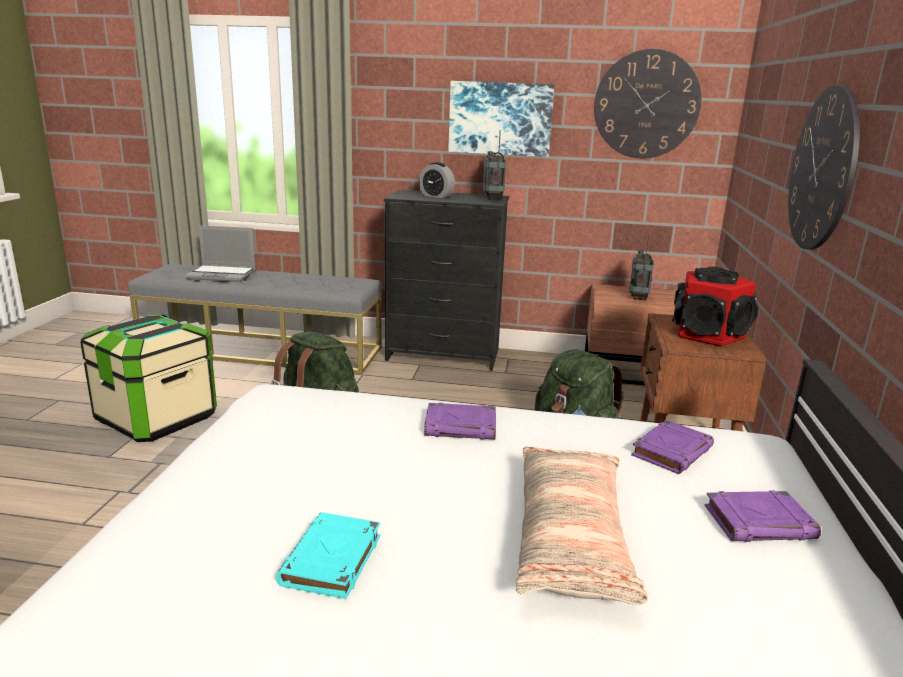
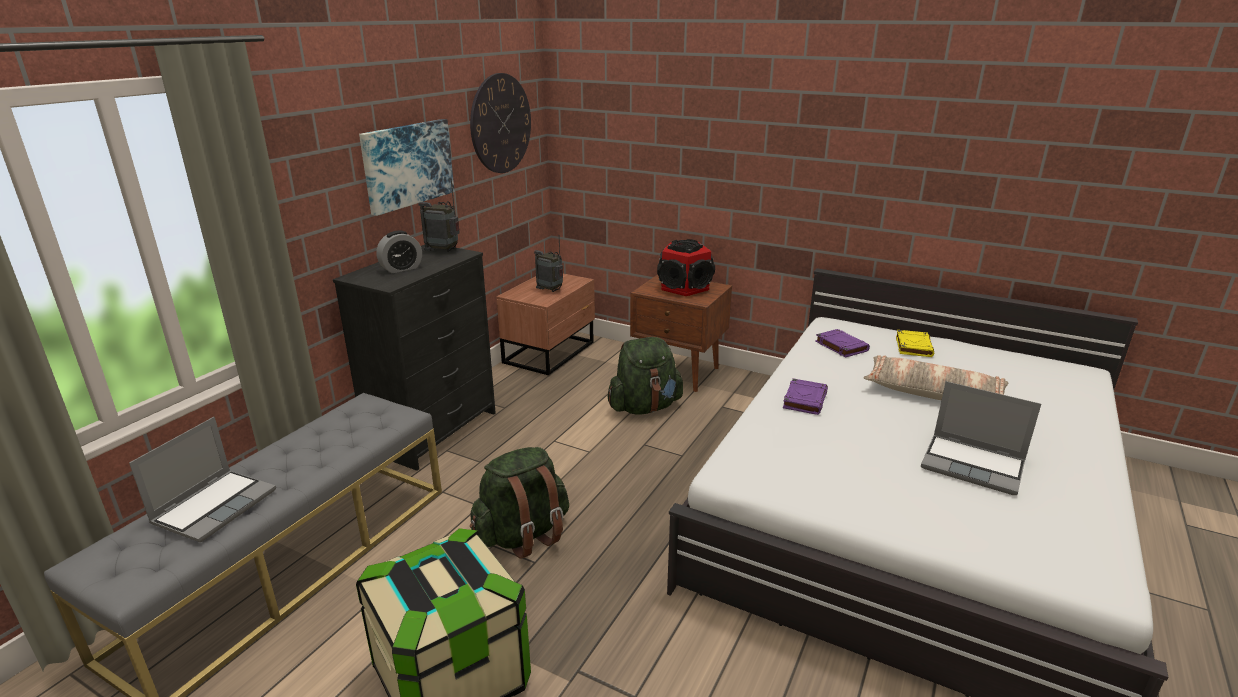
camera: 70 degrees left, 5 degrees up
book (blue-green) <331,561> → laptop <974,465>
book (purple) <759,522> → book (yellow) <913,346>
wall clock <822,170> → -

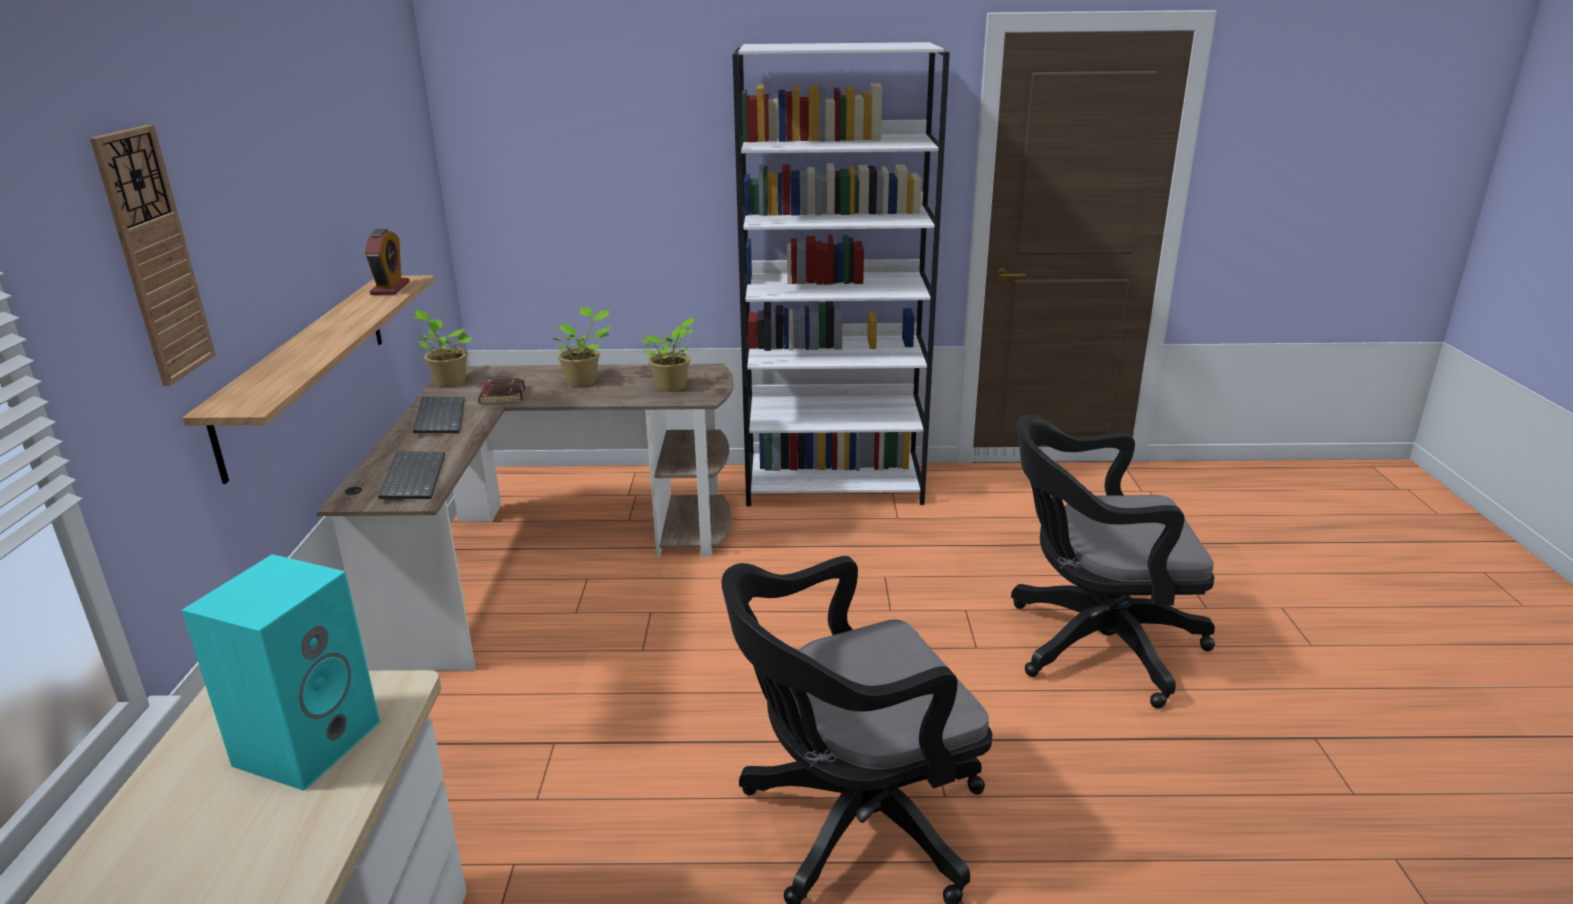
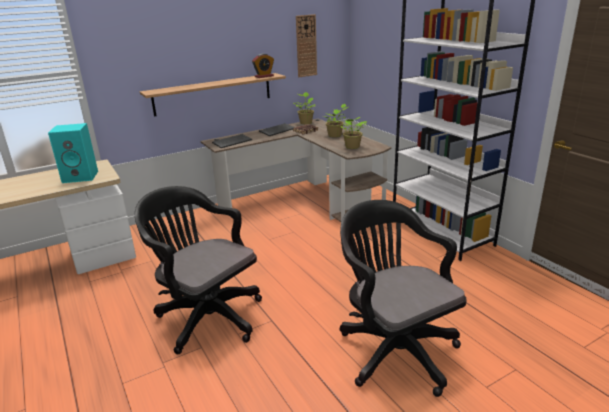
camera: 60 degrees right, 0 degrees up
wall clock <154,256> → wall clock <306,46>, move

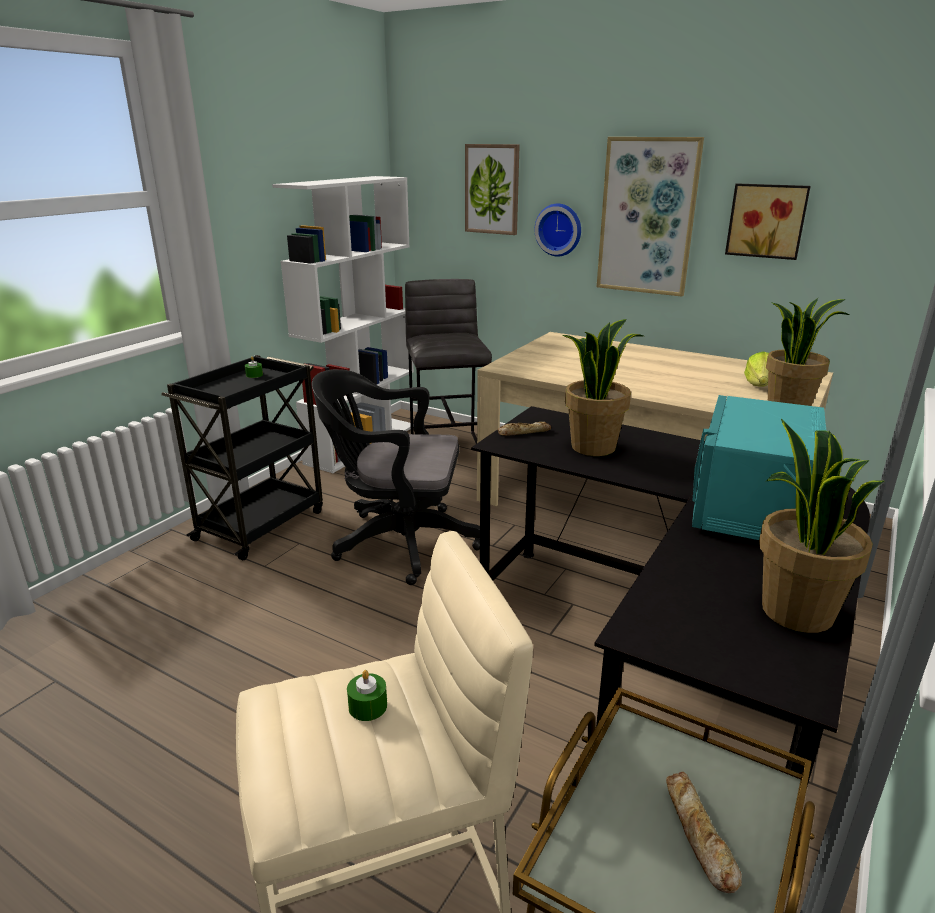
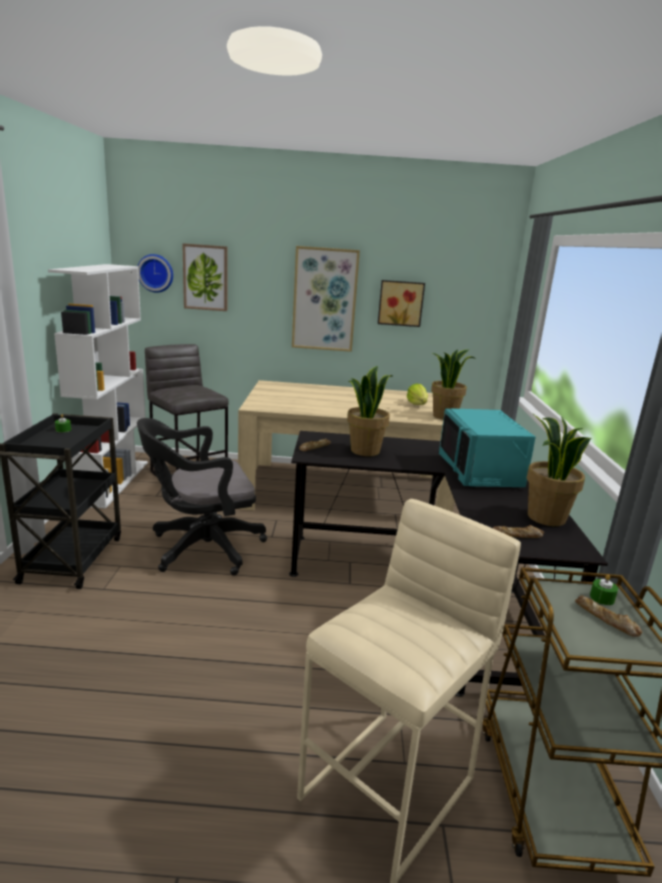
camera: 30 degrees left, 5 degrees down
wax light (greenish) <368,706> → wax light (greenish) <602,598>, move
wall clock <559,229> → wall clock <156,273>, move
- → baked bread <517,535>

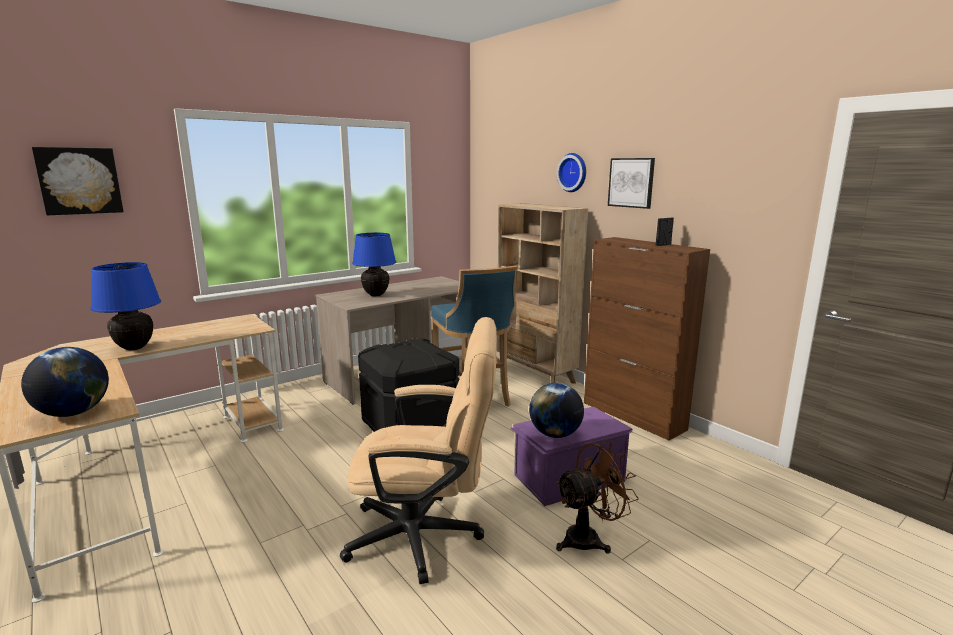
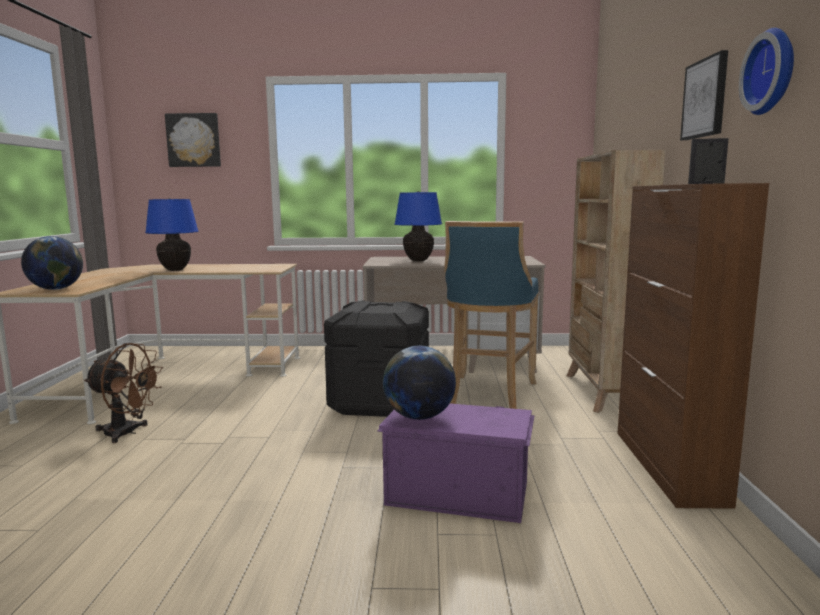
camera: 40 degrees right, 5 degrees down
computer chair (beige) <426,536> → -
fan (brownish) <589,538> → fan (brownish) <127,433>, move
wall clock <573,172> → wall clock <773,72>, move

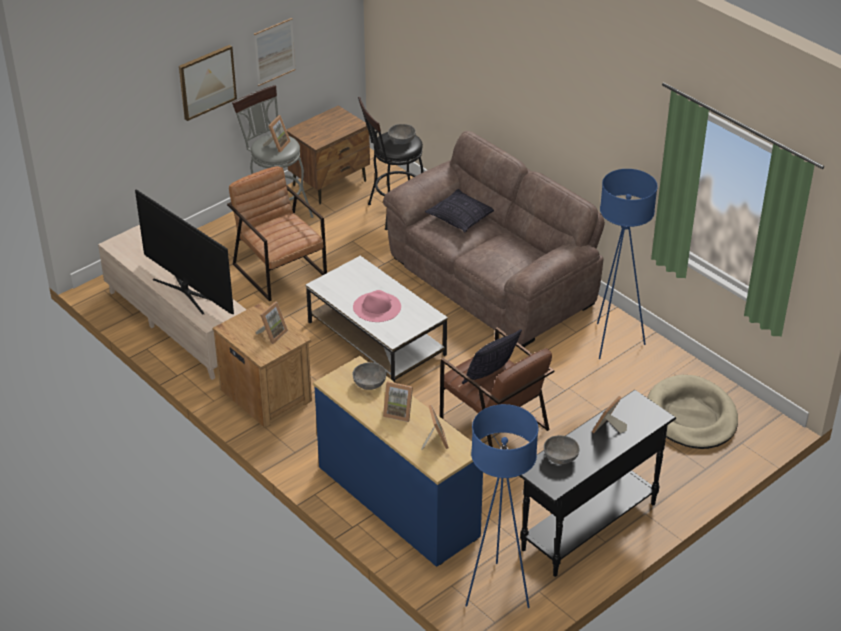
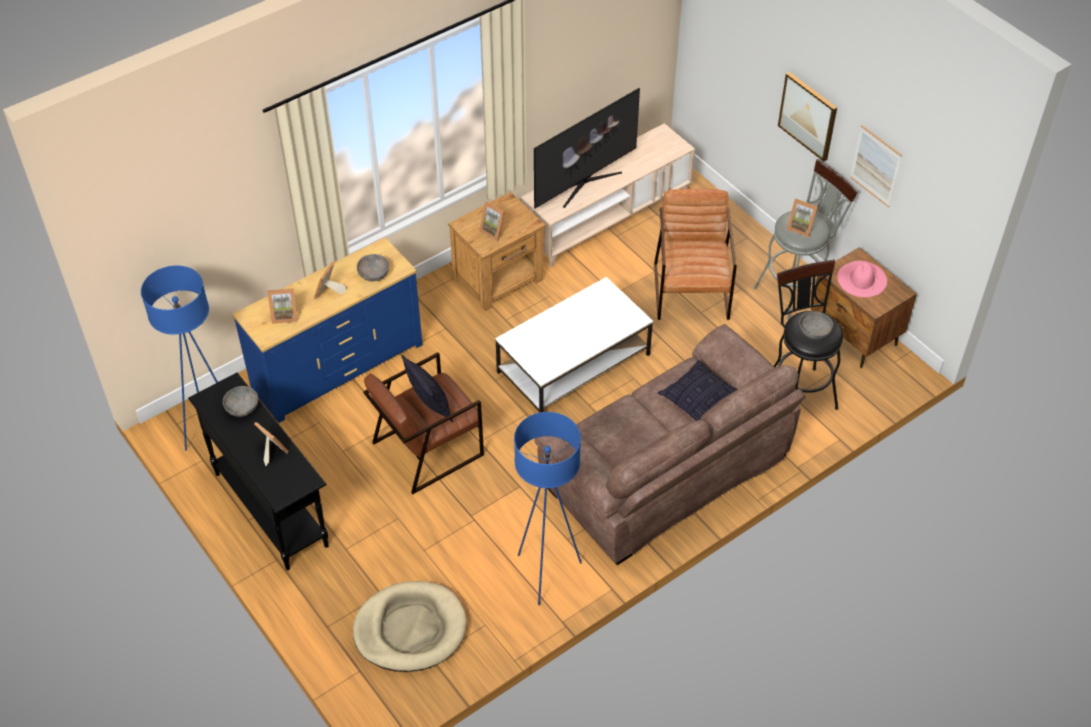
camera: 95 degrees right, 10 degrees up
armchair (brownish) <280,270> → armchair (brownish) <691,291>, 60 degrees counterclockwise
hat (pinkish) <377,307> → hat (pinkish) <862,279>, move

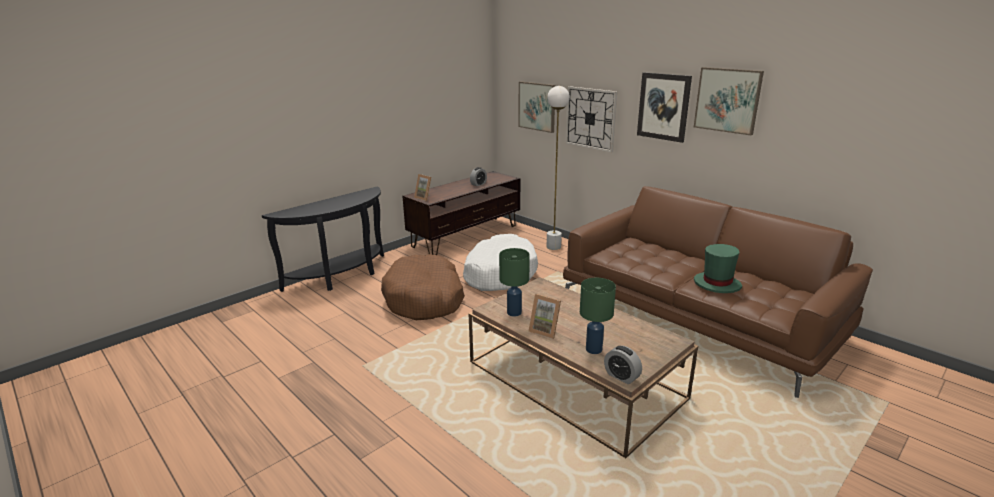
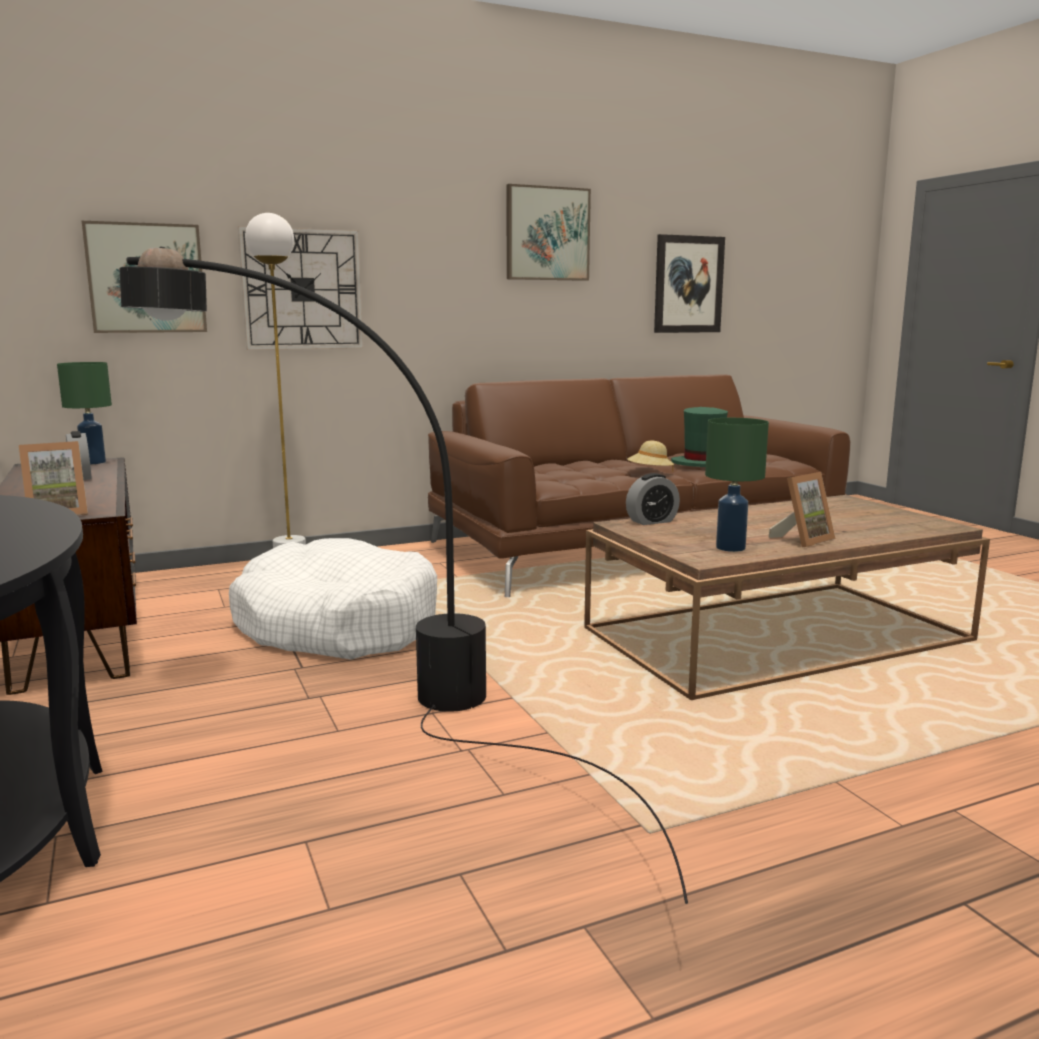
camera: 70 degrees left, 10 degrees down
dog cushion (brownish) <424,299> → standing lamp (black-coloured) <362,713>
table lamp (greenish) <593,349> → table lamp (greenish) <93,462>, move
bedside clock <621,376> → bedside clock <652,521>, move
wall art <663,106> → wall art <688,284>, move
- → hat (beige) <649,473>

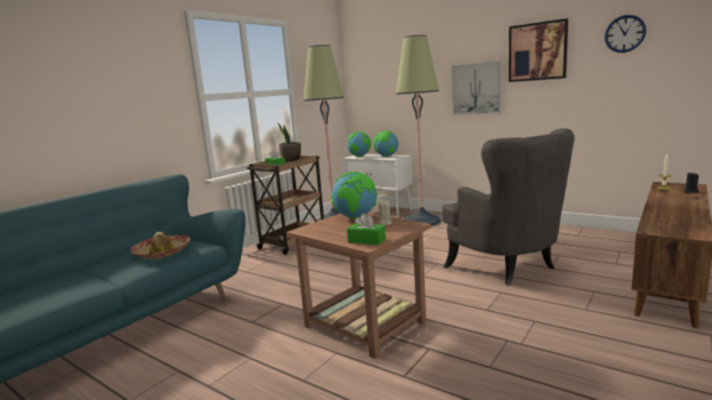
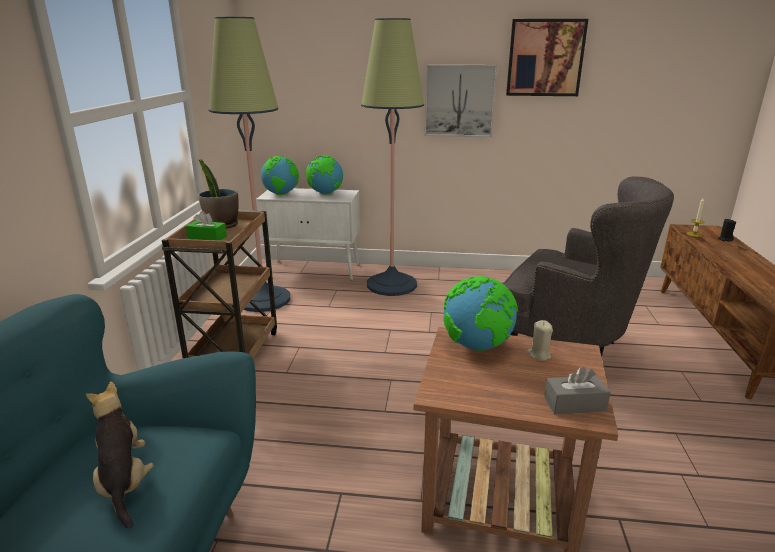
camera: 30 degrees left, 10 degrees up
hat <162,252> → cuddly toy <124,482>
tissue holder (greenish) <366,241> → tissue holder (grey) <574,404>
wall clock <624,33> → -

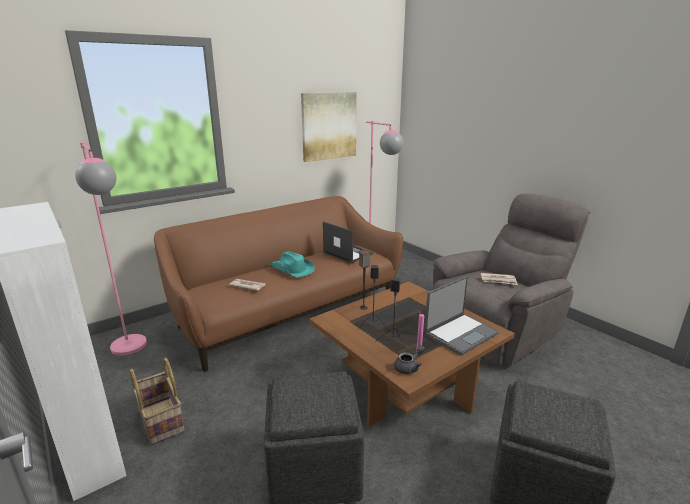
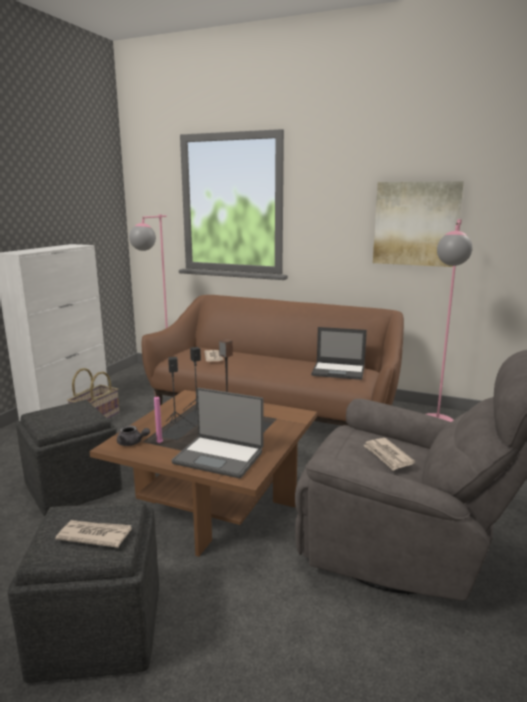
camera: 60 degrees right, 5 degrees down
hat (blue-green) <292,269> → -
laptop <347,253> → laptop <339,371>, 90 degrees clockwise
- → newspaper <94,535>

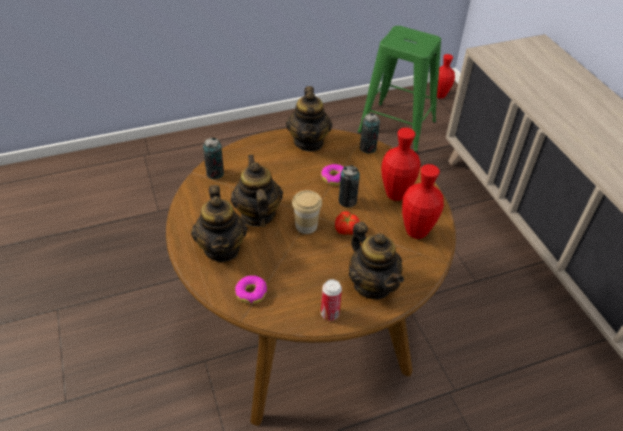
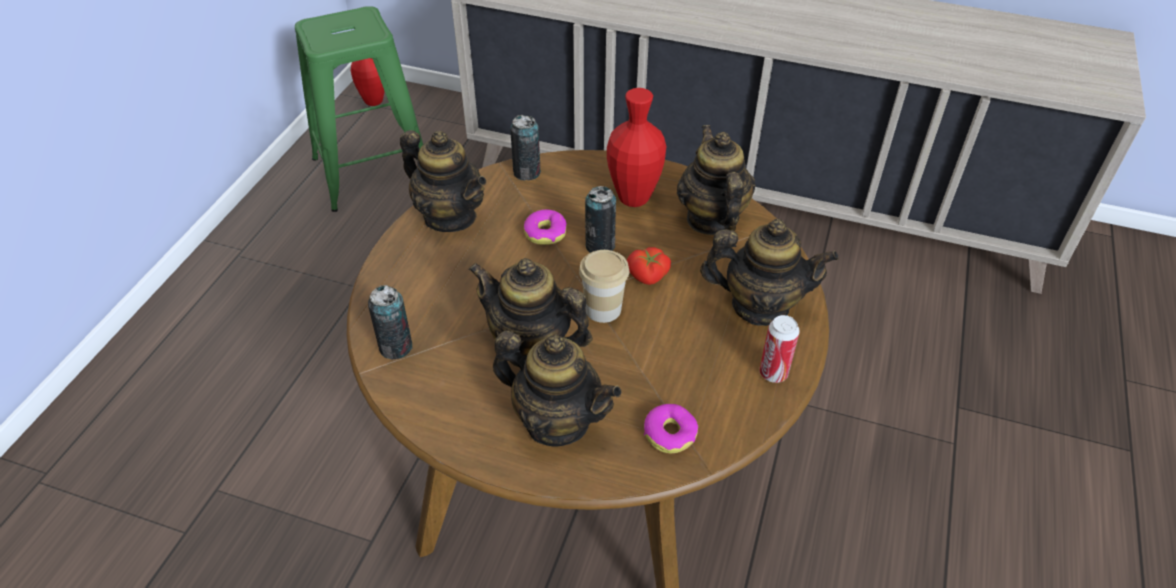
camera: 50 degrees left, 0 degrees up
decorative vase (red-coloured) <416,232> → tea pot <711,219>

